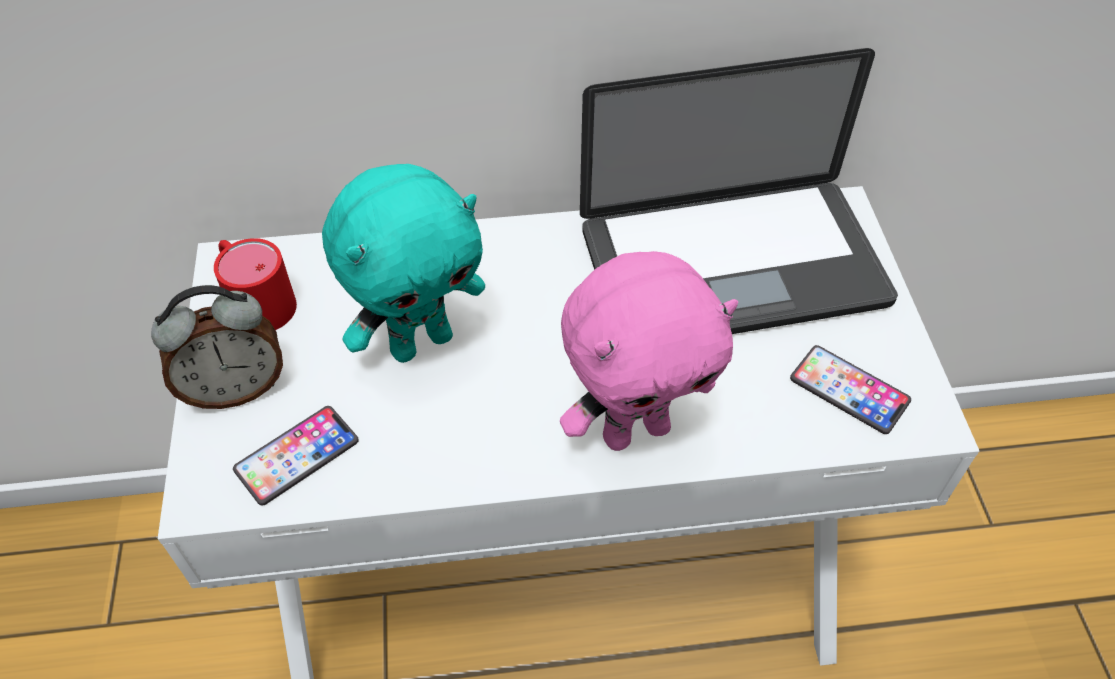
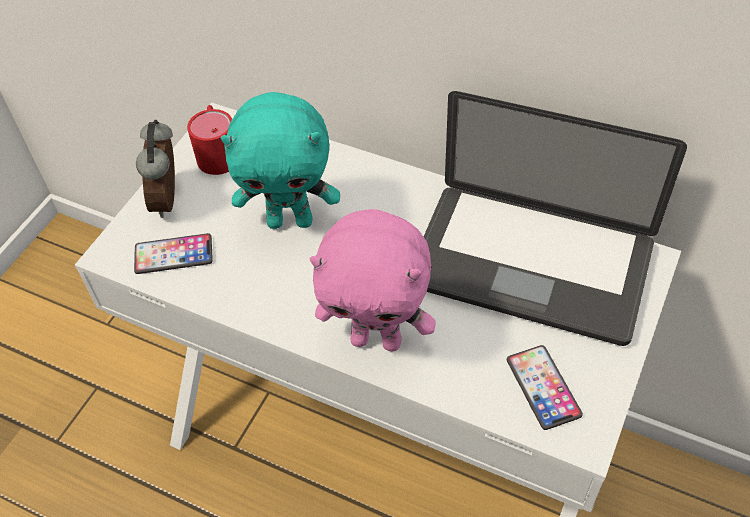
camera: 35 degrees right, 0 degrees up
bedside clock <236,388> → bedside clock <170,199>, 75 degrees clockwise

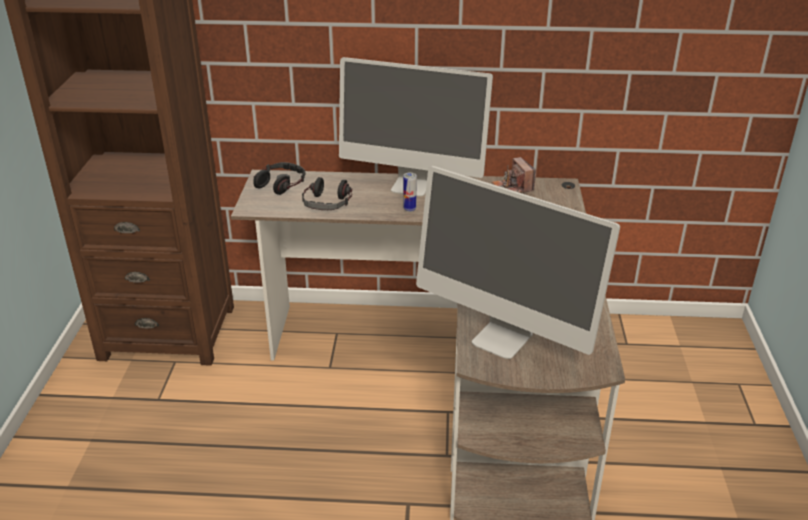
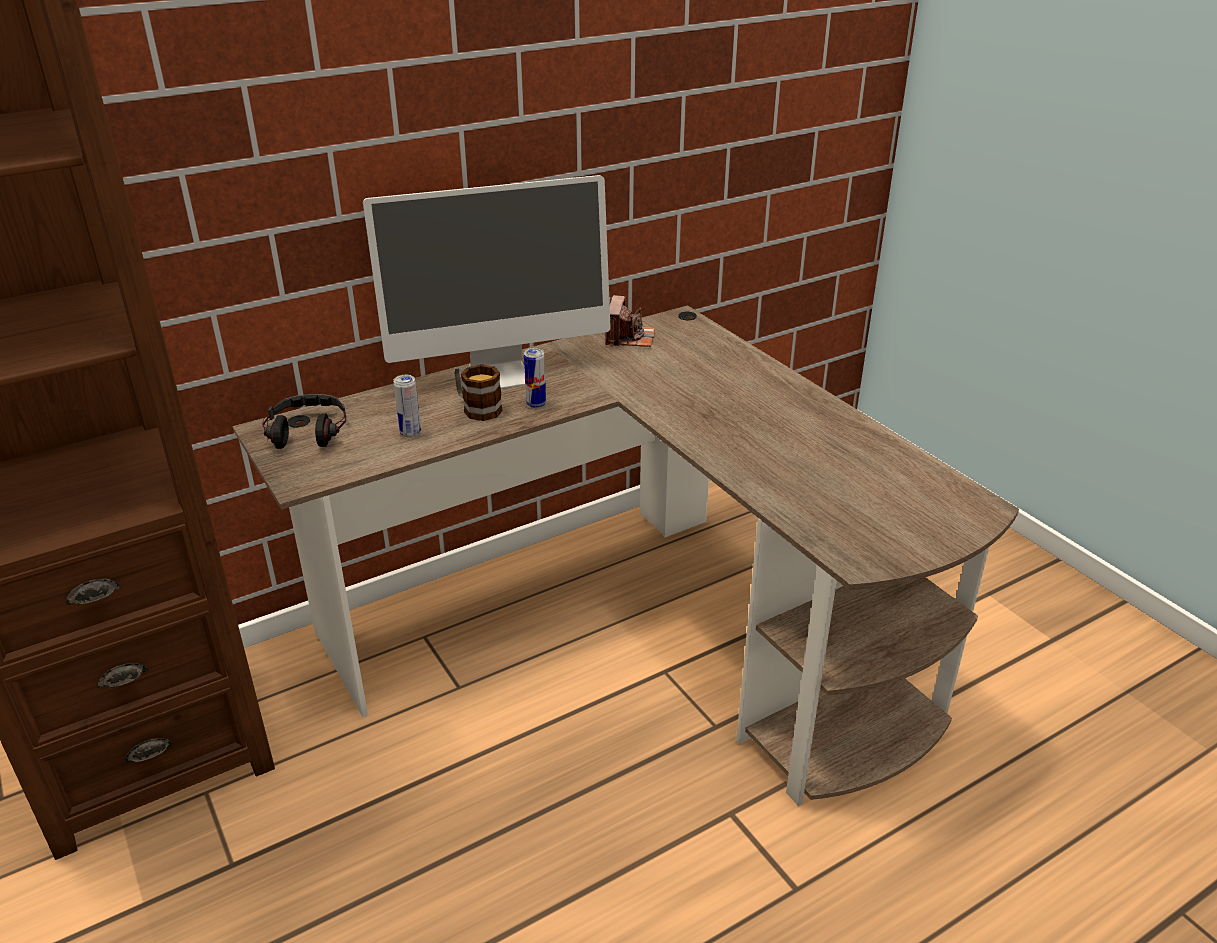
camera: 35 degrees left, 0 degrees up
headphones <327,202> → can <410,433>
monitor <502,338> → -
photo camera <512,187> → photo camera <629,338>, 120 degrees counterclockwise
- → mug <477,408>

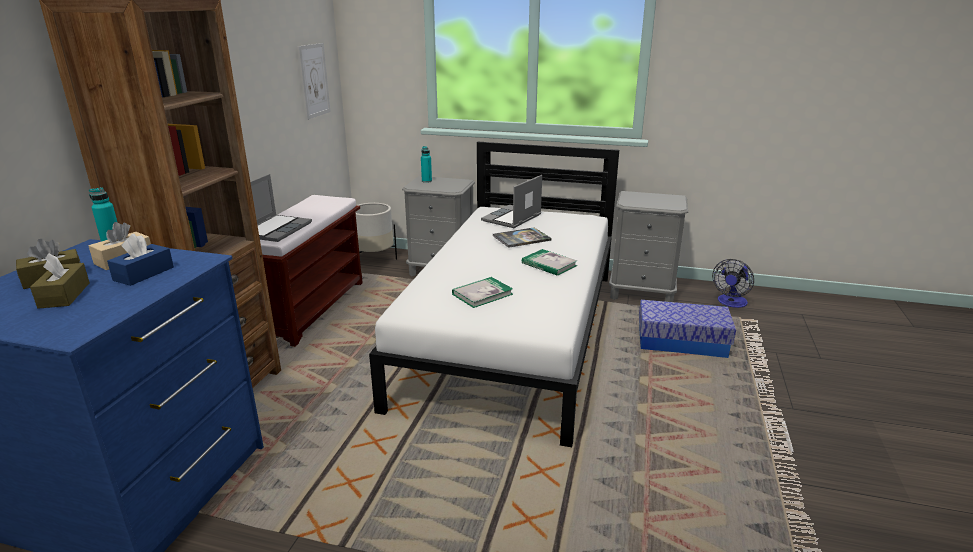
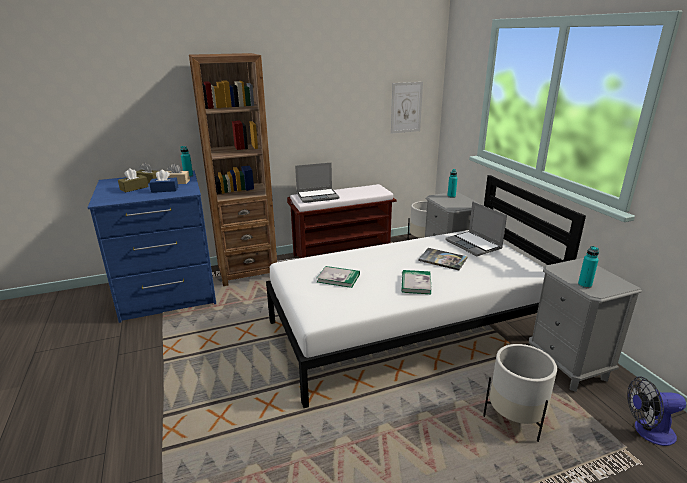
camera: 55 degrees right, 0 degrees up
laptop <512,218> → laptop <474,245>, 120 degrees counterclockwise
storage container <681,342> → planter (white-coloured) <514,419>
- → bottle (blue-green) <584,285>

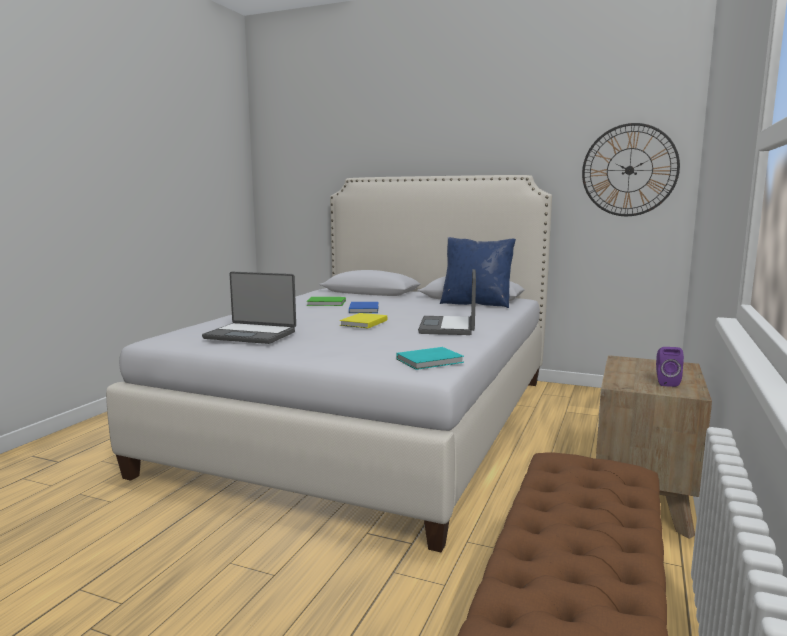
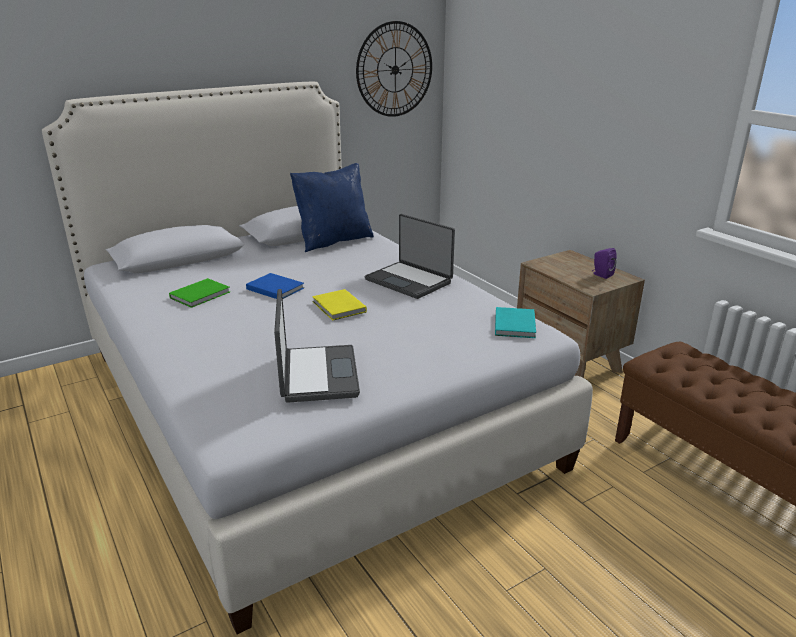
camera: 55 degrees left, 15 degrees up
laptop <251,335> → laptop <317,374>, 60 degrees counterclockwise

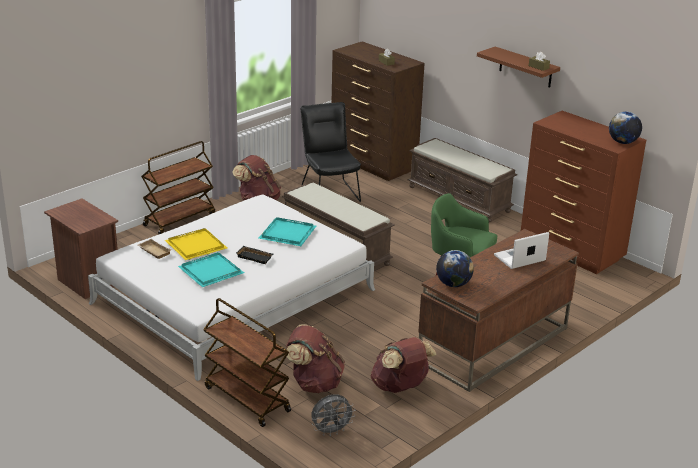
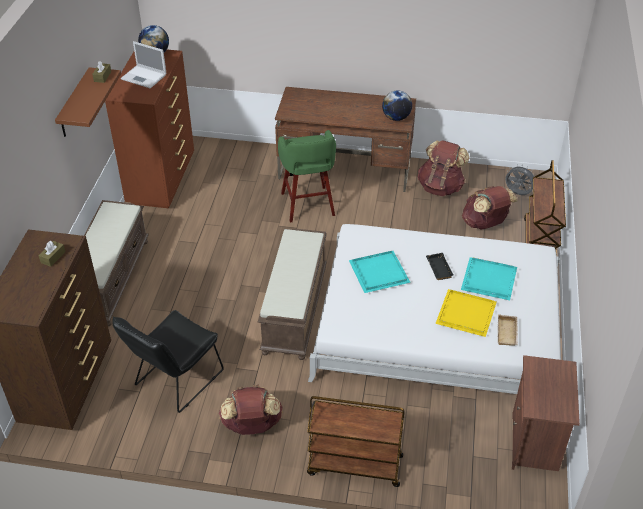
camera: 125 degrees left, 15 degrees up
laptop <518,258> → laptop <144,77>, move

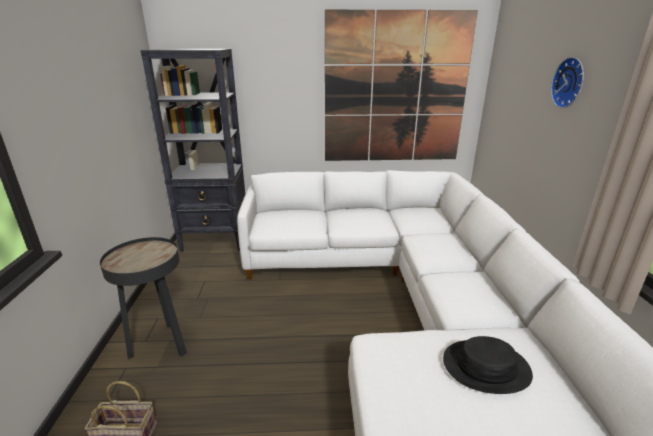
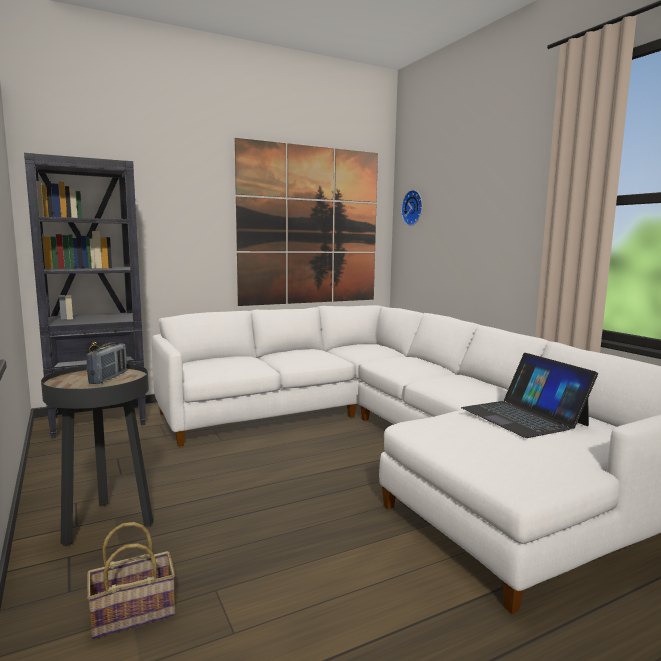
camera: 25 degrees left, 15 degrees down
hat (black-coloured) <486,367> → laptop <523,416>
wall clock <570,83> → wall clock <414,208>, move
- → radio <108,378>

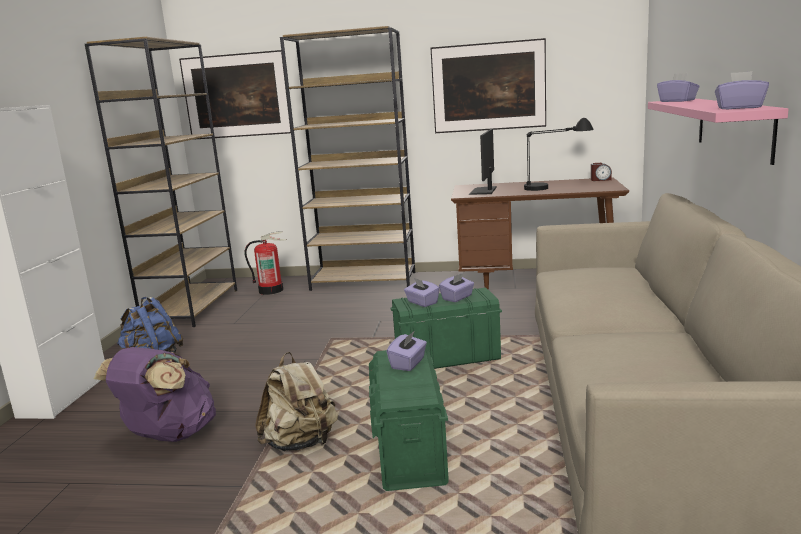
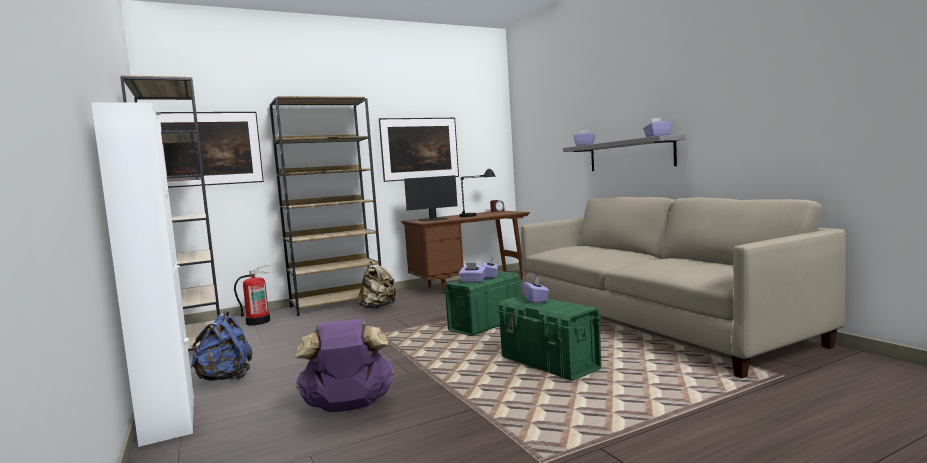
camera: 35 degrees left, 10 degrees down
knapsack (beige) <301,443> → knapsack (beige) <378,307>, move
monitor <483,191> → monitor <434,219>, 90 degrees counterclockwise
shelf (pinkish) <733,127> → shelf (grey) <630,155>

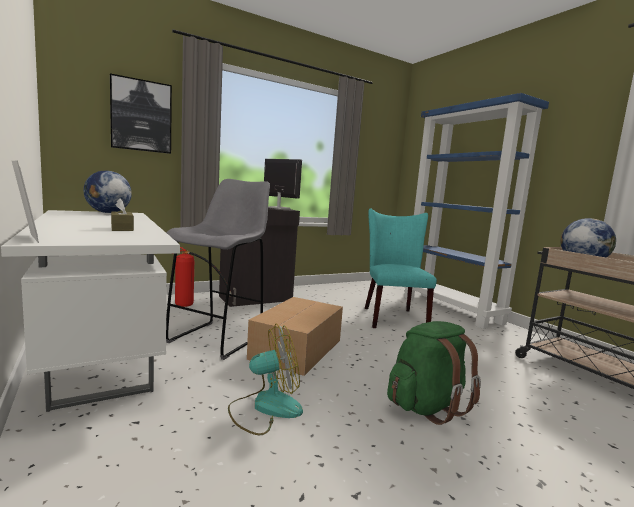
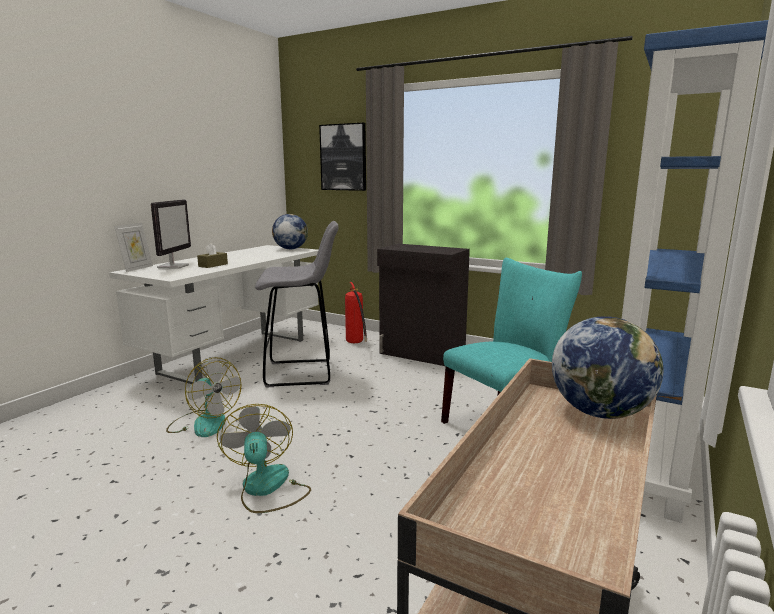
camera: 60 degrees right, 5 degrees up
packing box <295,349> → -
monitor <278,208> → monitor <173,266>, move
knapsack (greenish) <427,406> → fan <267,488>

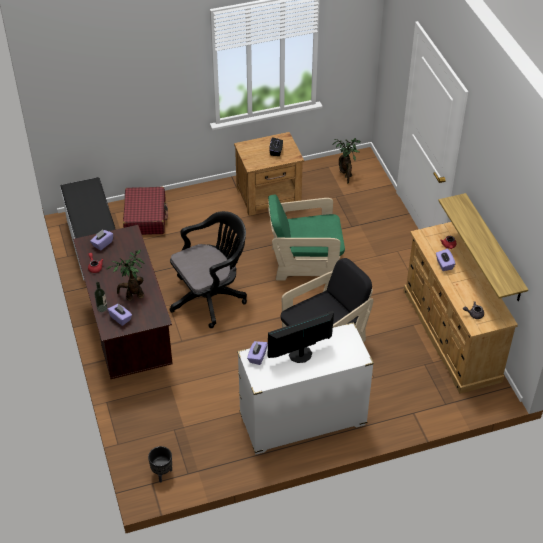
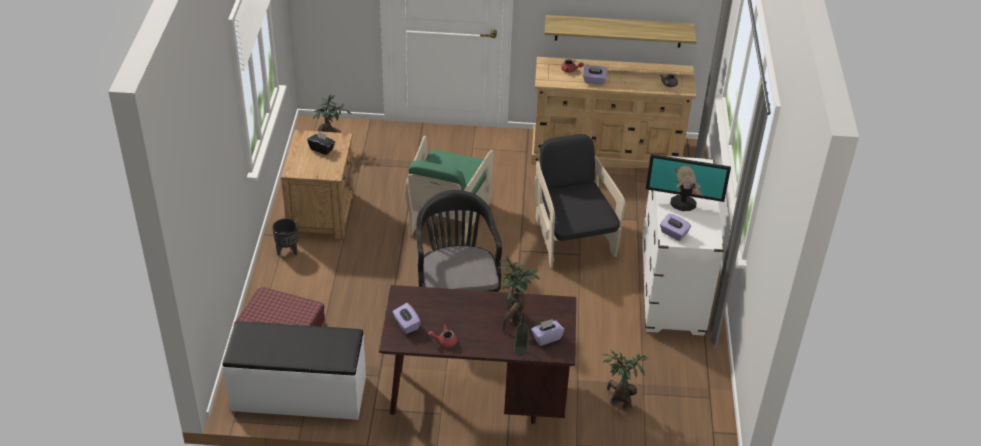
camera: 70 degrees left, 5 degrees down
planter (black-coloured) <162,473> → planter (black-coloured) <287,250>, move
monitor <300,355> → monitor <683,202>, 75 degrees counterclockwise
- → houseplant <618,402>

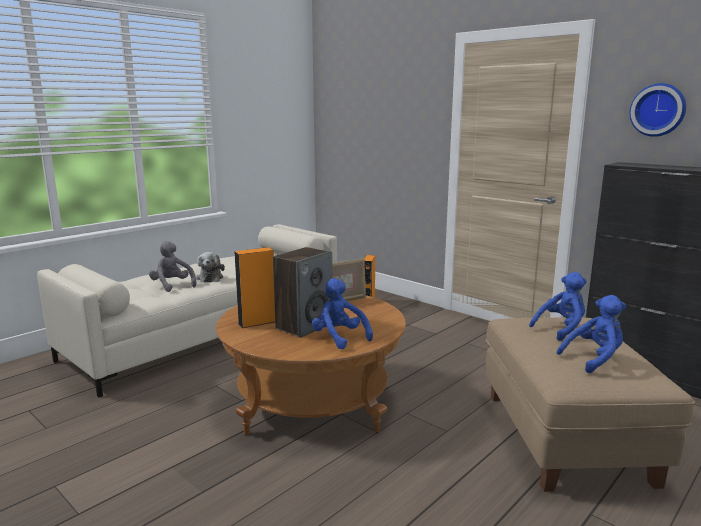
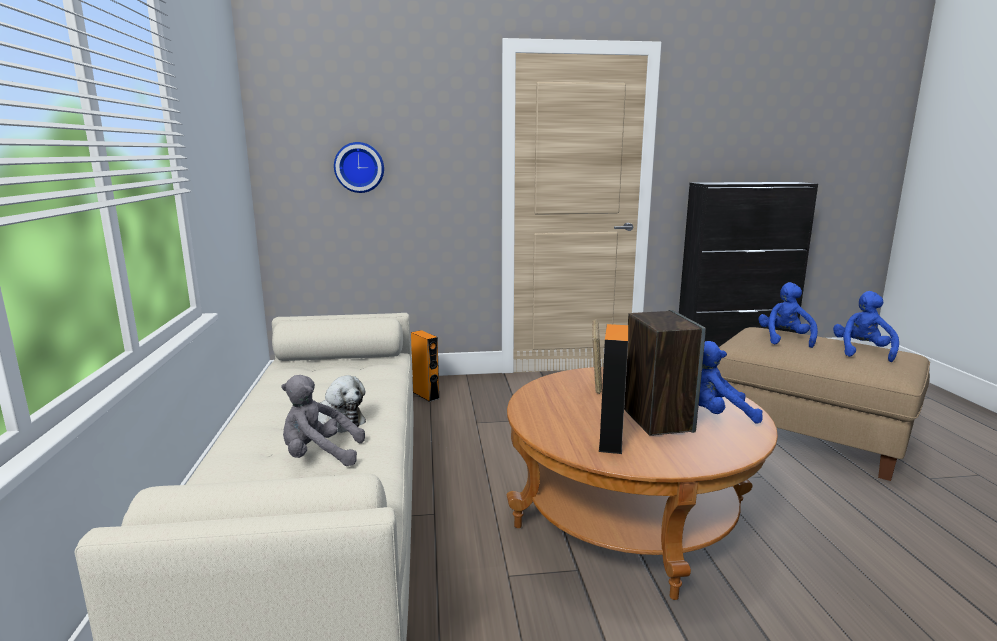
camera: 50 degrees left, 0 degrees up
wall clock <658,110> → wall clock <359,167>, move

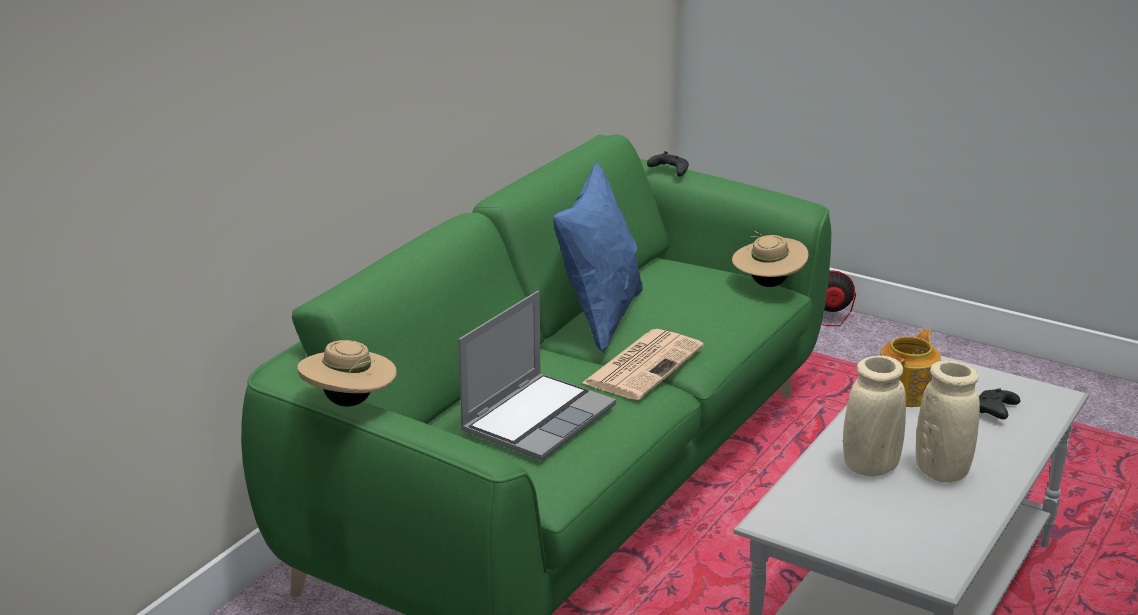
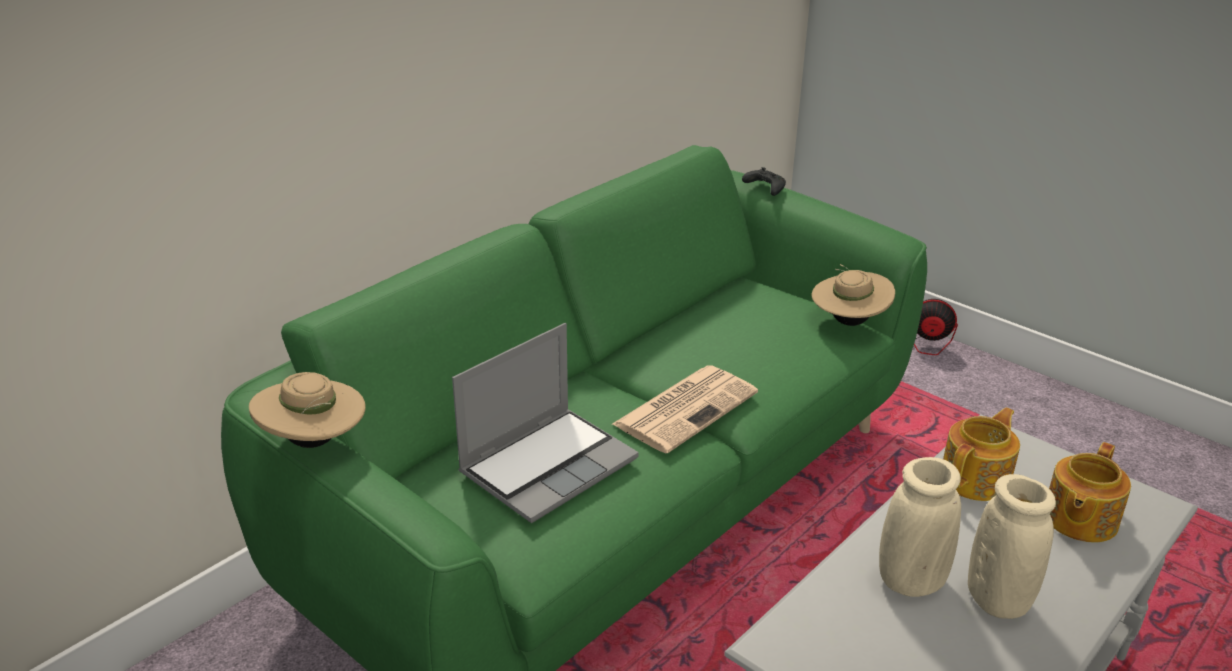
camera: 10 degrees right, 5 degrees up
throw pillow (bluish) <599,318> → -
gamepad (black-coloured) <995,412> → tea pot <1078,519>

